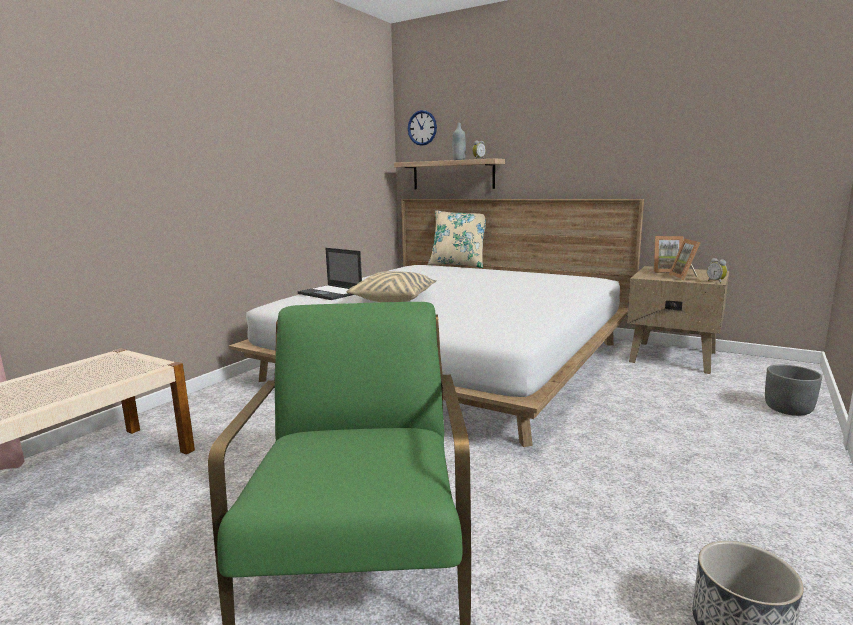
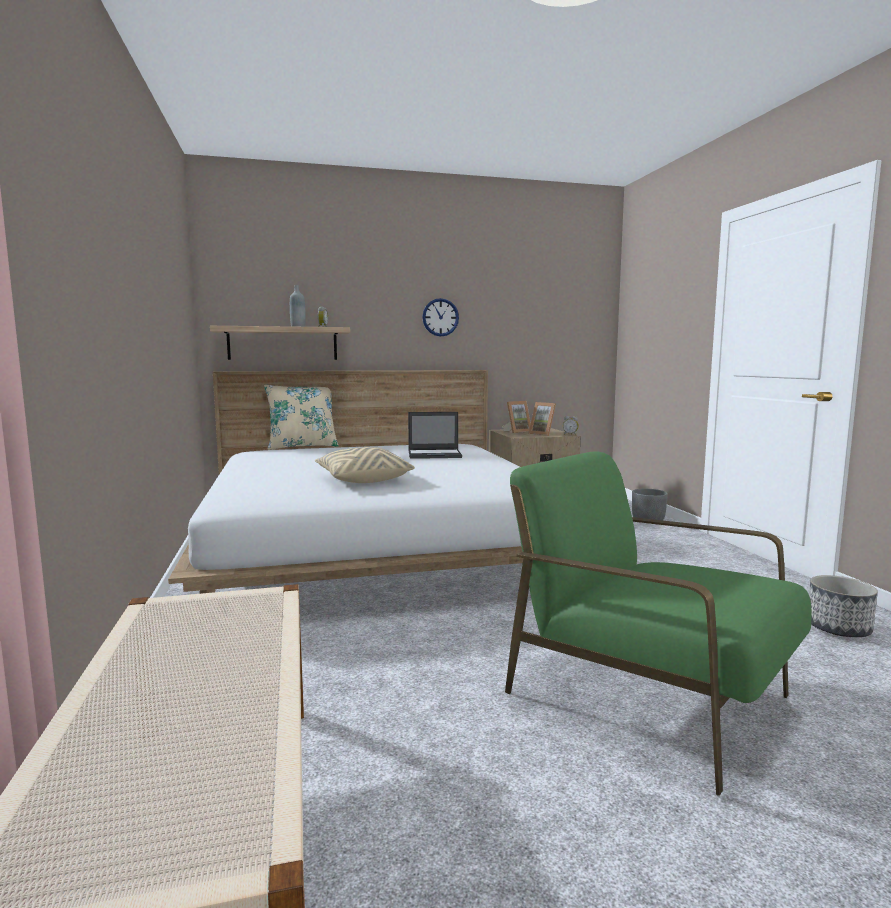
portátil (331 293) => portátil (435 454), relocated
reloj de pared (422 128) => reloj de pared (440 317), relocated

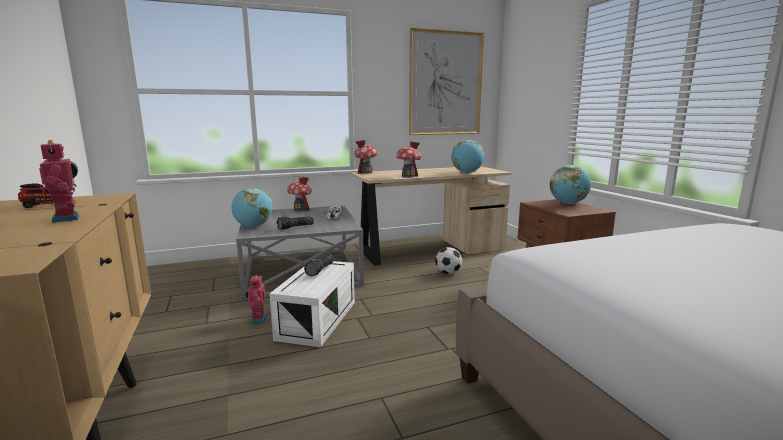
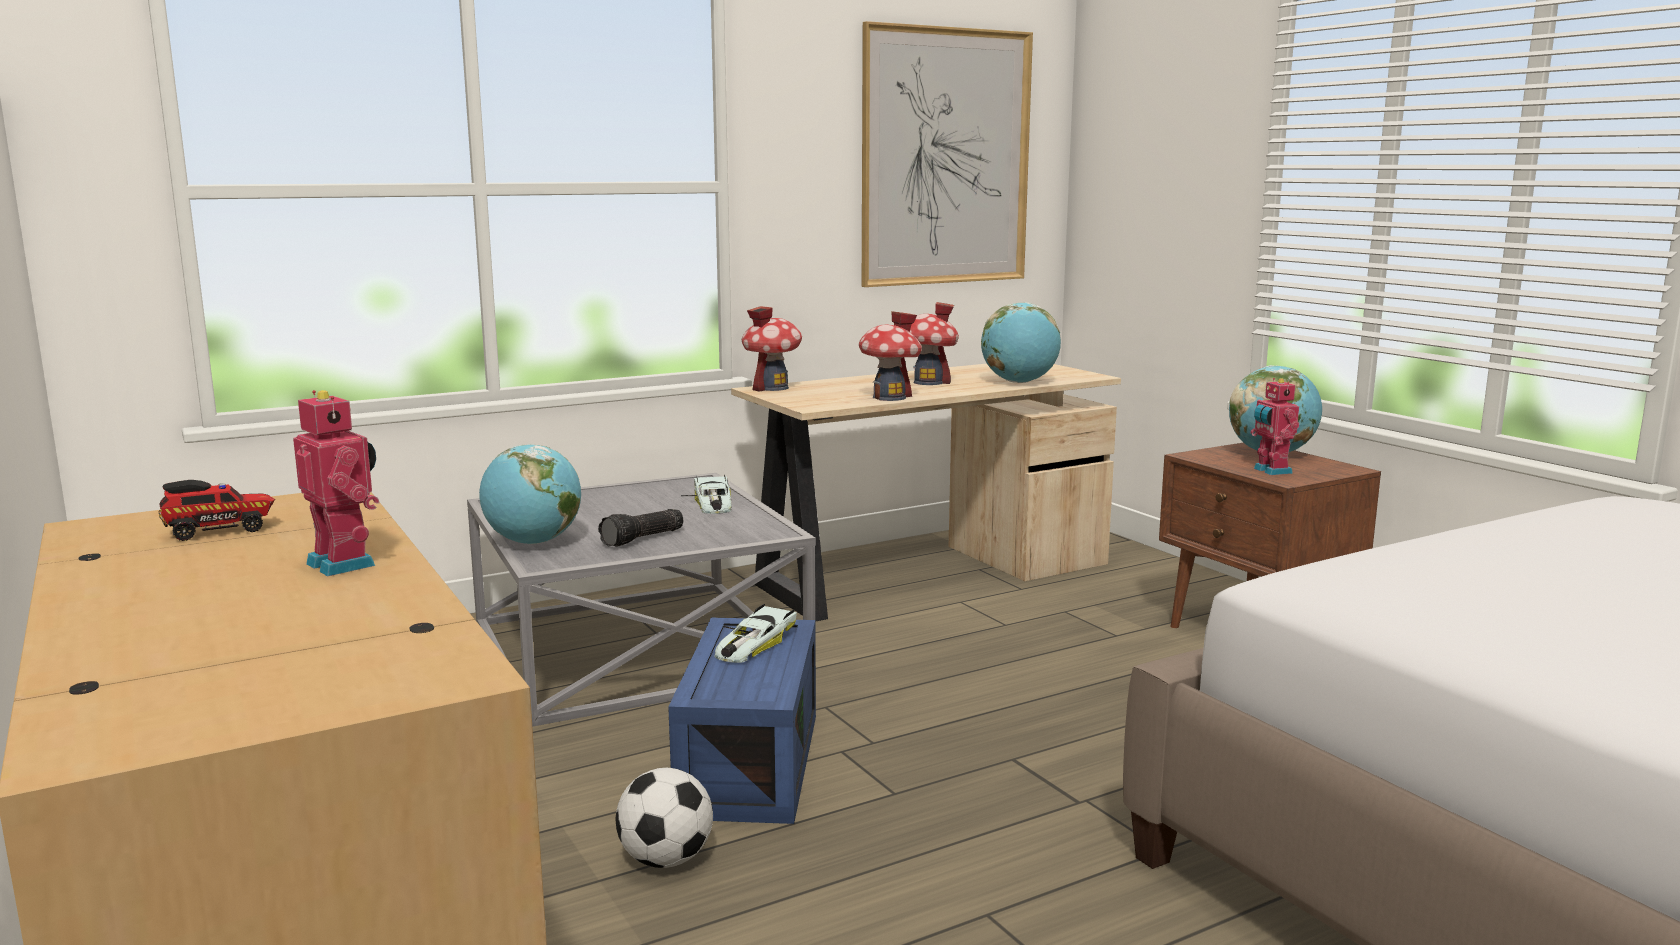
balón de fútbol (448 273) => balón de fútbol (666 860), relocated
caja de almacenaje/blanco (316 319) => caja de almacenaje/azul (747 762)
linterna (321 270) => coche de juguete (752 643)
casita (300 209) => casita (928 382), relocated
robot de juguete (257 319) => robot de juguete (1270 471), relocated

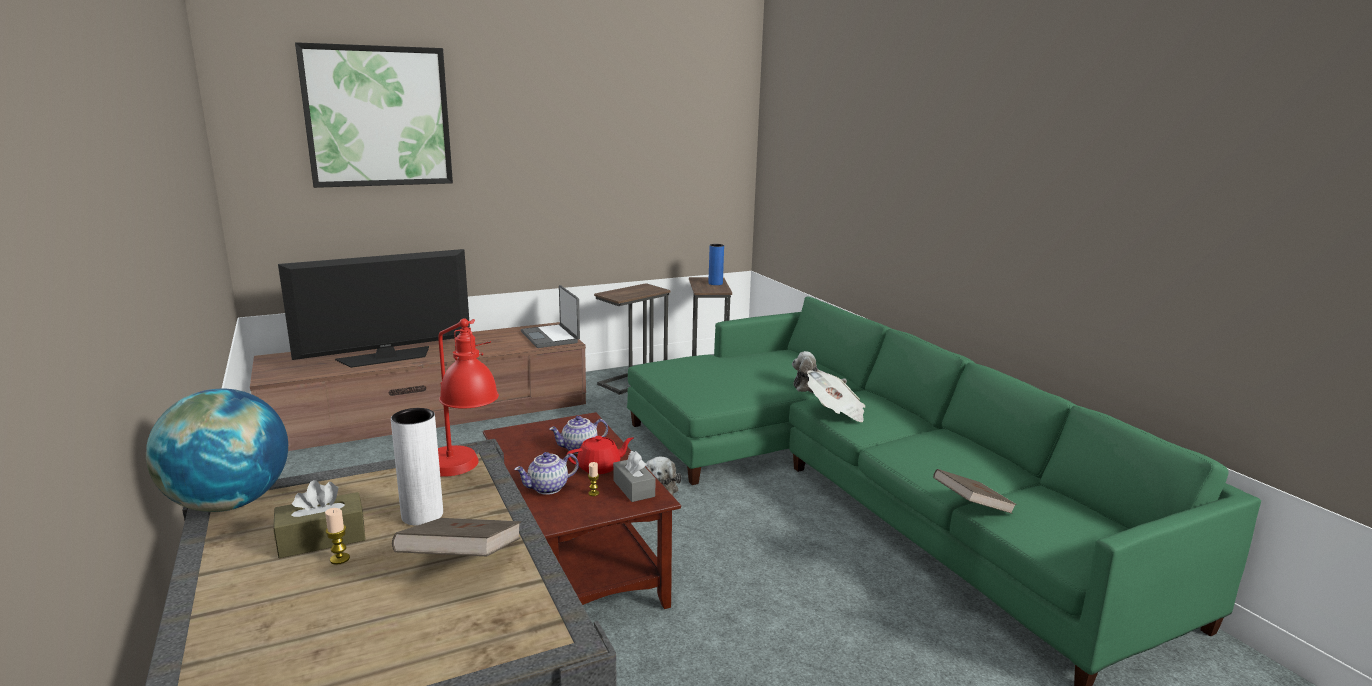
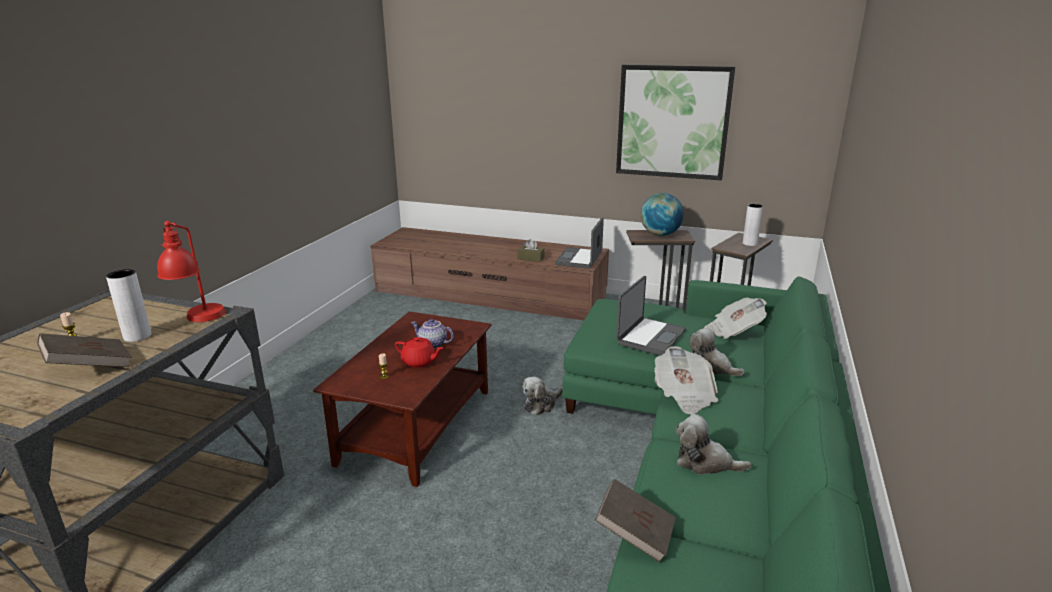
caja de pañuelos/marrón (322 539) => caja de pañuelos/marrón (531 258), relocated
cuadro (378 117) => cuadro (672 122), relocated
nothing => portátil (649 337)
globo terráqueo (230 503) => globo terráqueo (660 234), relocated
nothing => peluche (705 462)
nothing => periódico (733 331)
florero/azul (715 283) => florero/blanco (750 243)
televisor (386 357) => nothing
tetera (548 488) => nothing
caja de pañuelos/gris (634 488) => nothing

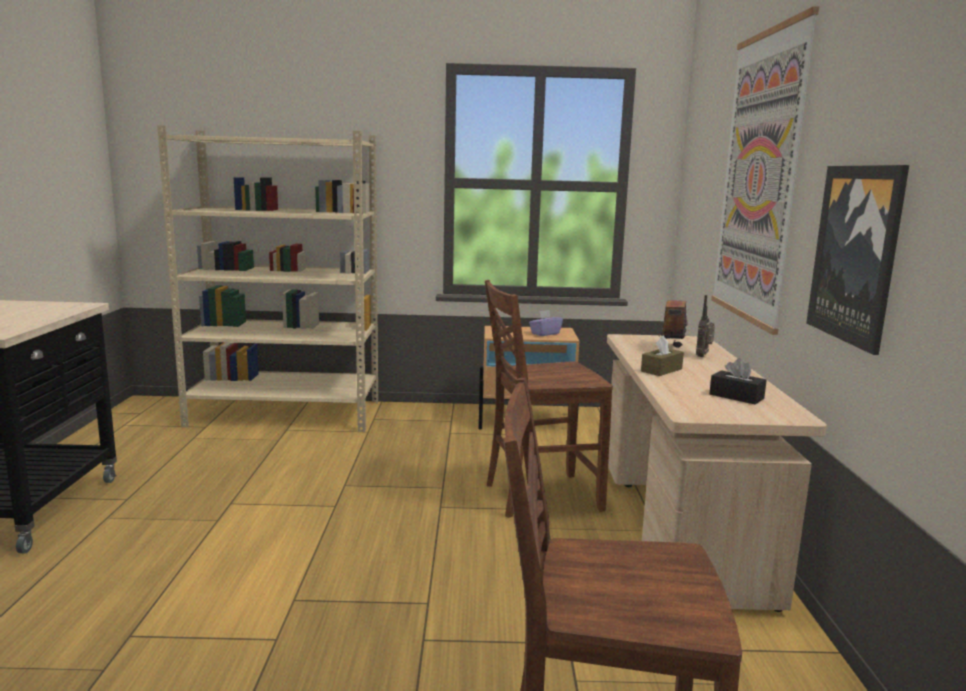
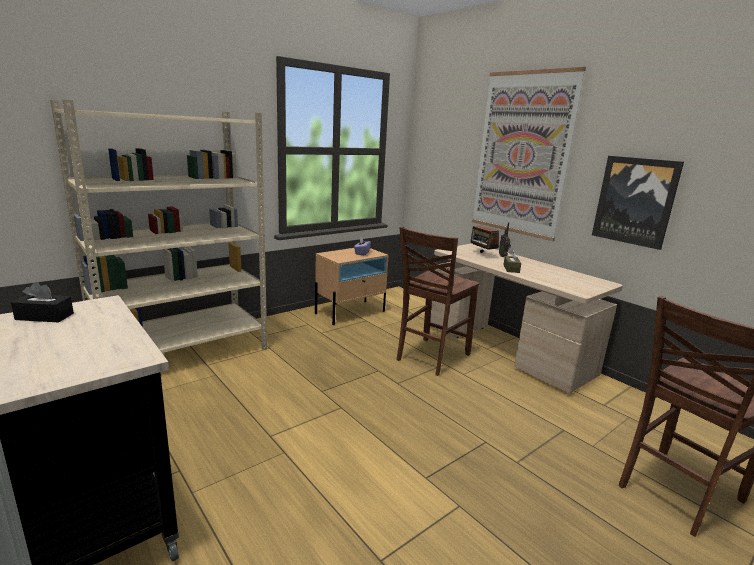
caja de pañuelos/negro (736 396) => caja de pañuelos/negro (44 316), relocated

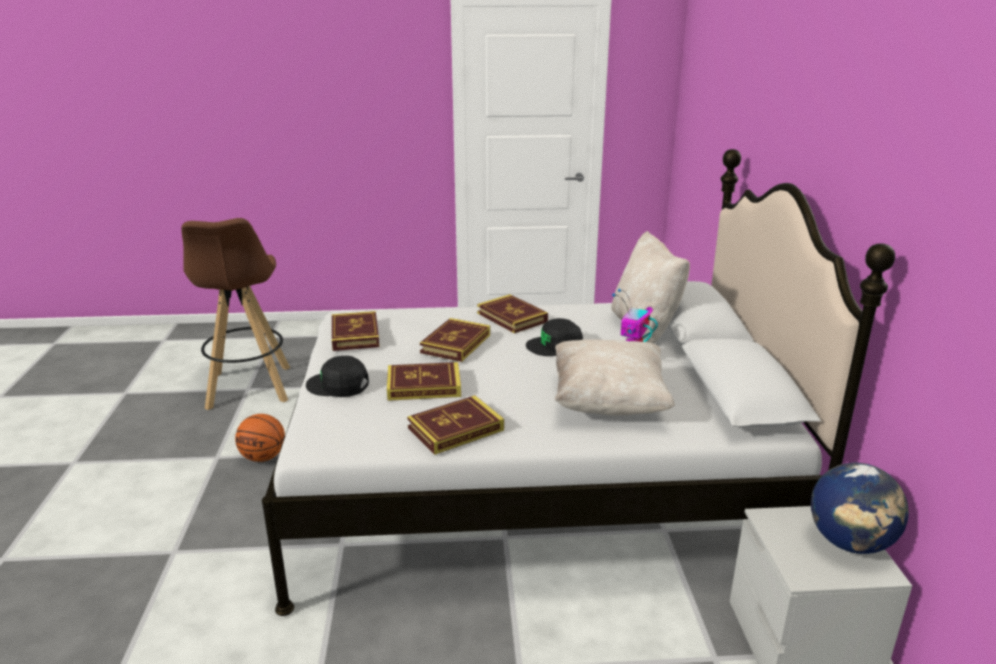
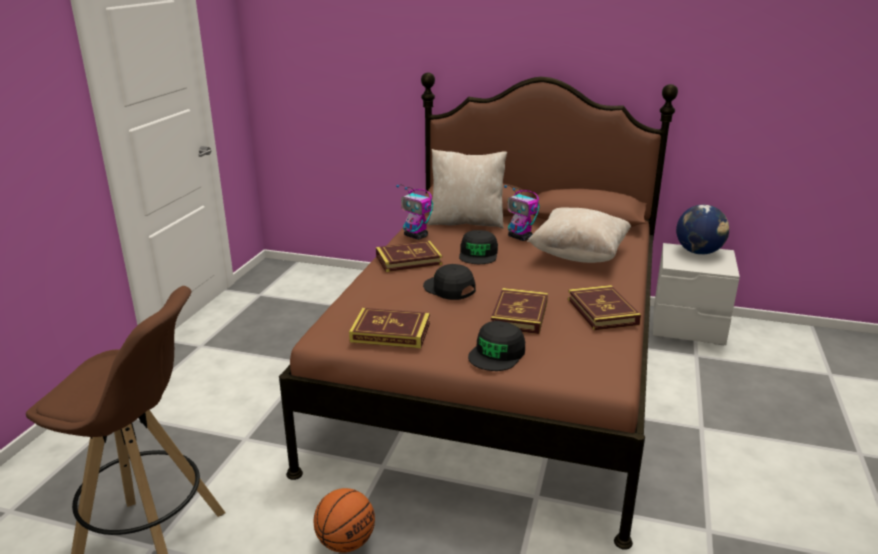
cama/blanco (534 488) => cama/marrón (500 377)
nothing => robot de juguete (416 236)
libro (456 344) => gorra/negro (449 288)

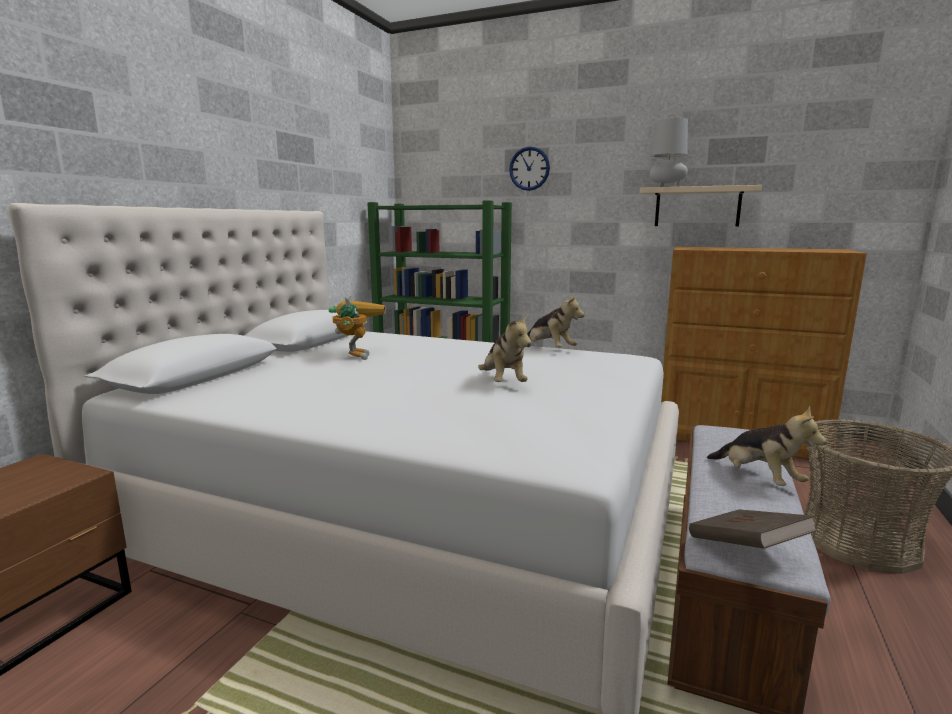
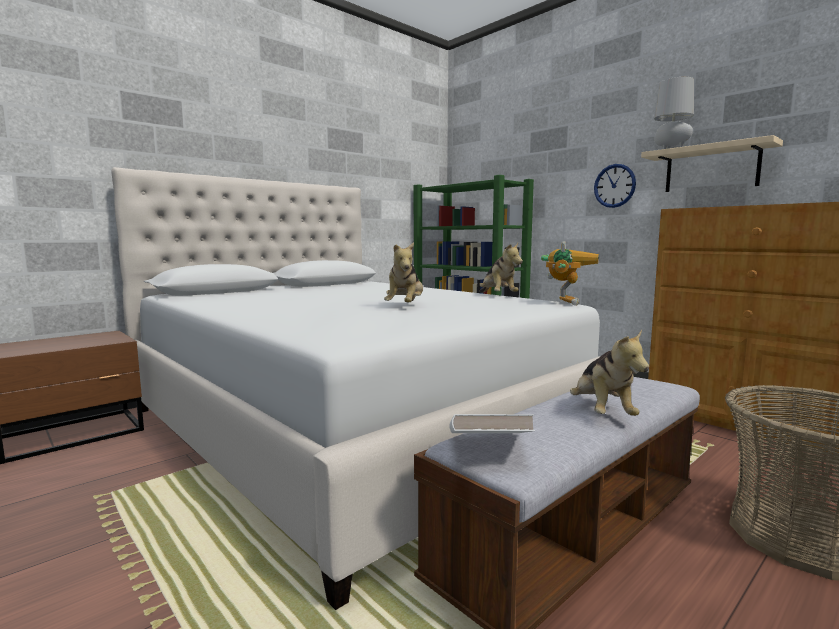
libro/marrón (746 549) => libro/blanco (487 449)
robot de juguete (355 354) => robot de juguete (564 302), relocated
reloj de pared (529 168) => reloj de pared (614 186), relocated

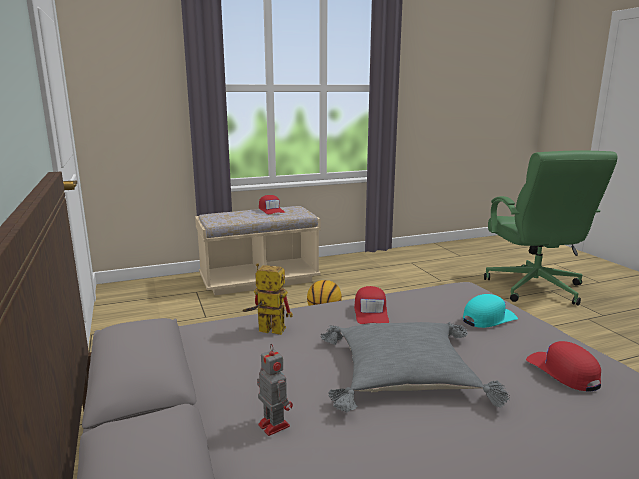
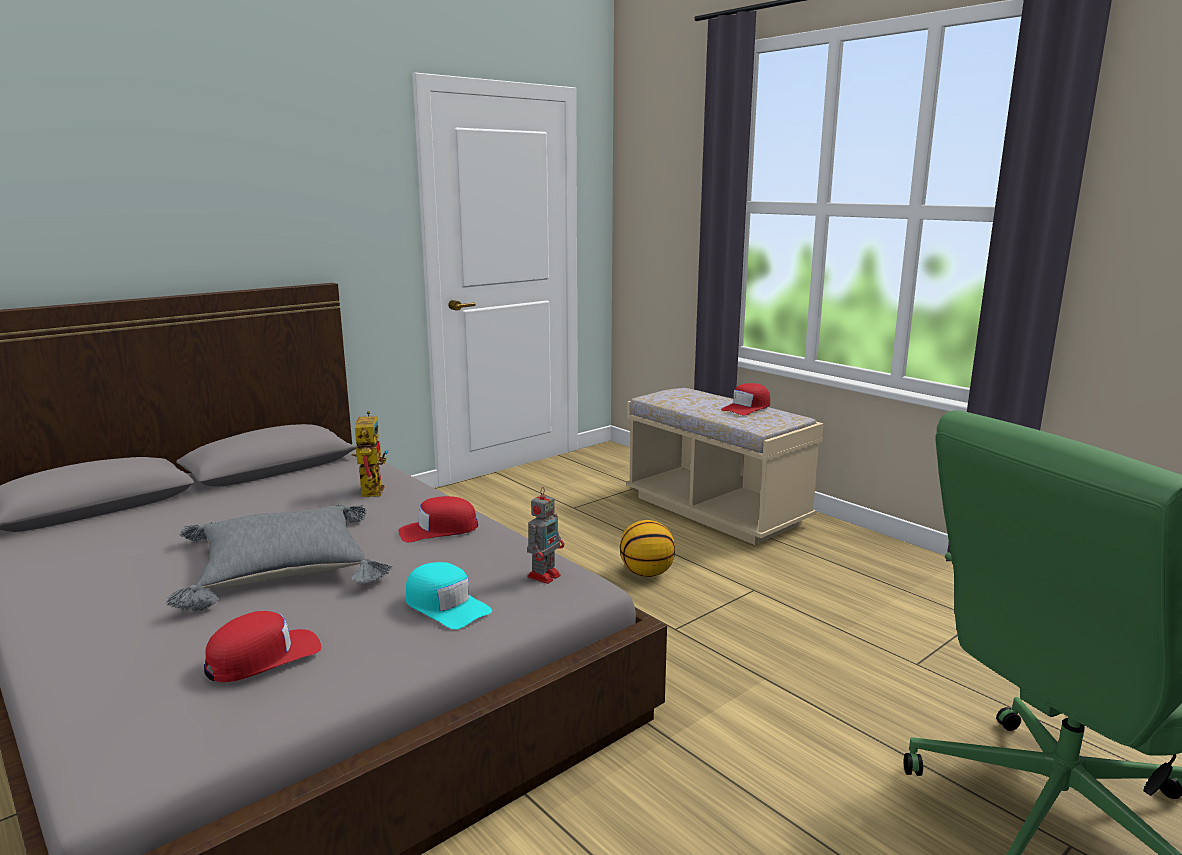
robot de juguete (273 424) => robot de juguete (545 575), relocated

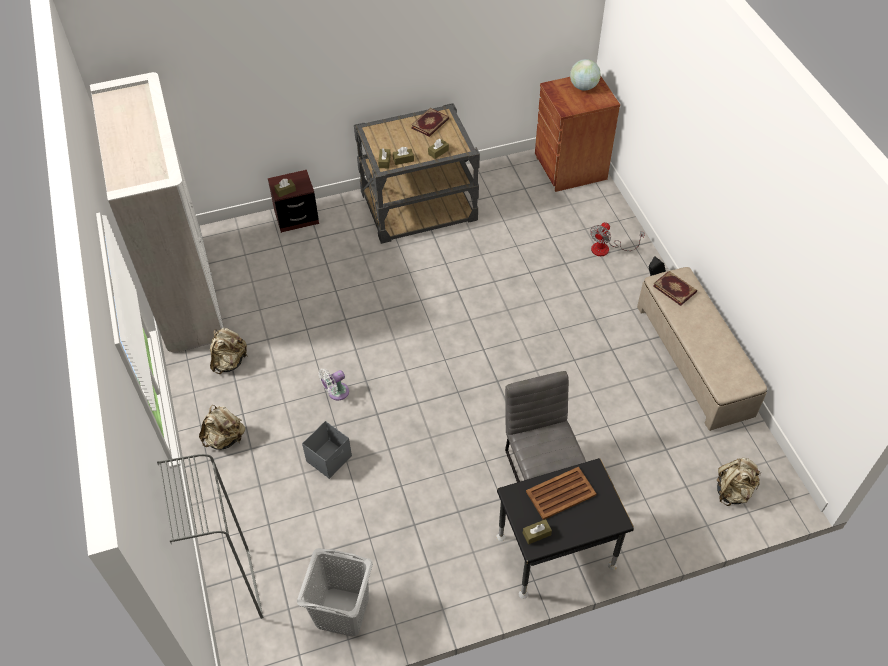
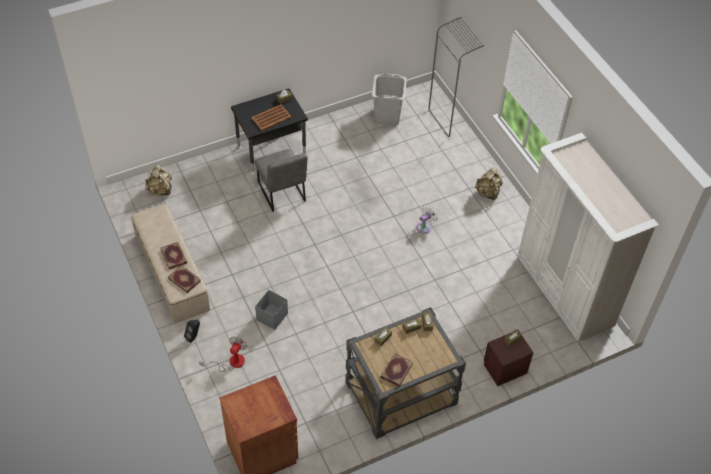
nothing => libro (174 256)
caja de almacenaje/gris (329 458) => caja de almacenaje/gris (271 317), relocated
mochila/beis (230 362) => nothing
globo terráqueo (583 87) => nothing

